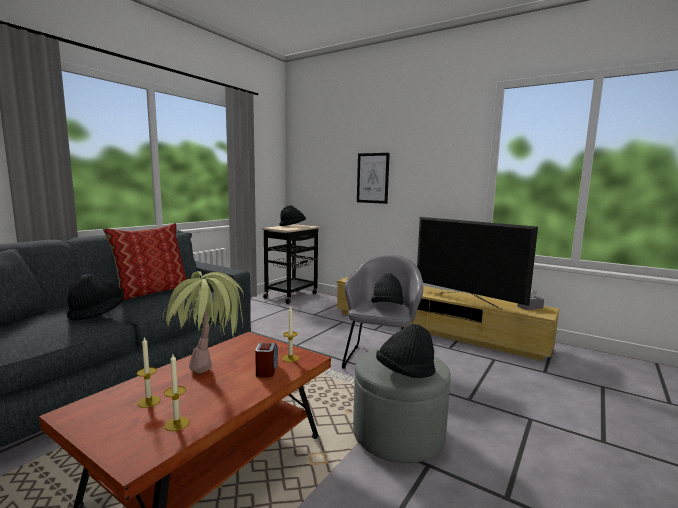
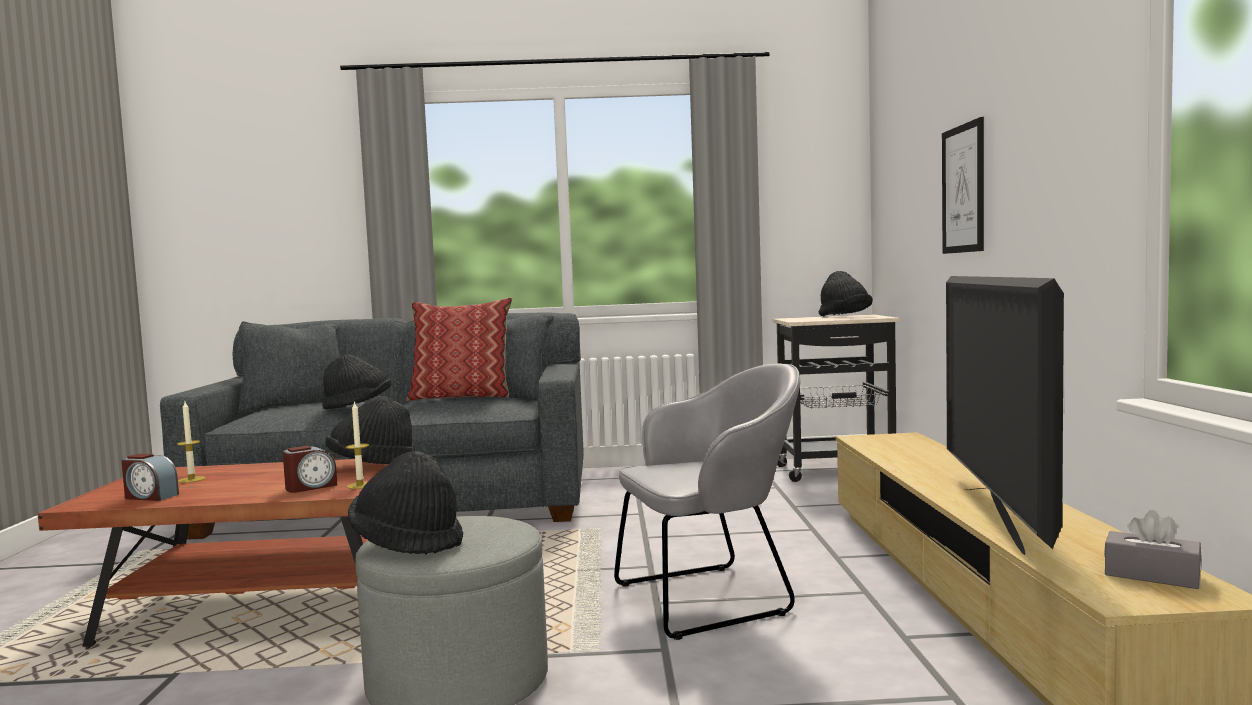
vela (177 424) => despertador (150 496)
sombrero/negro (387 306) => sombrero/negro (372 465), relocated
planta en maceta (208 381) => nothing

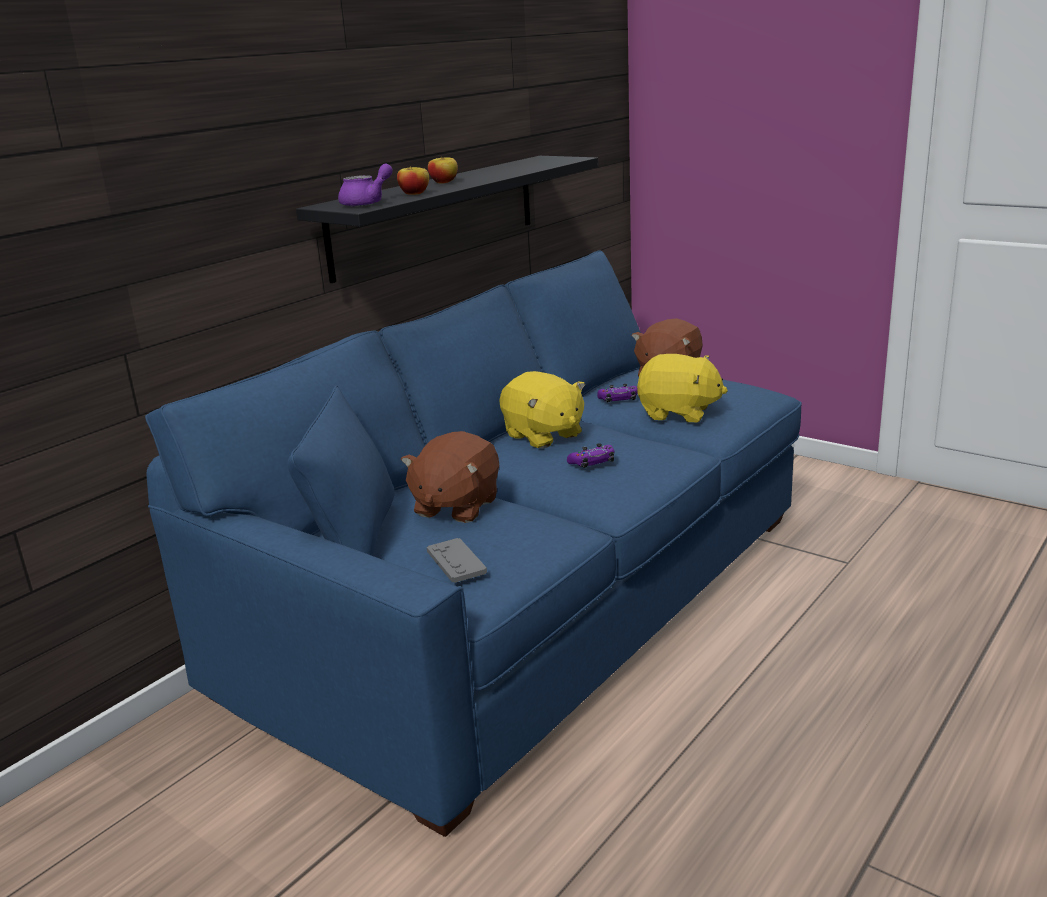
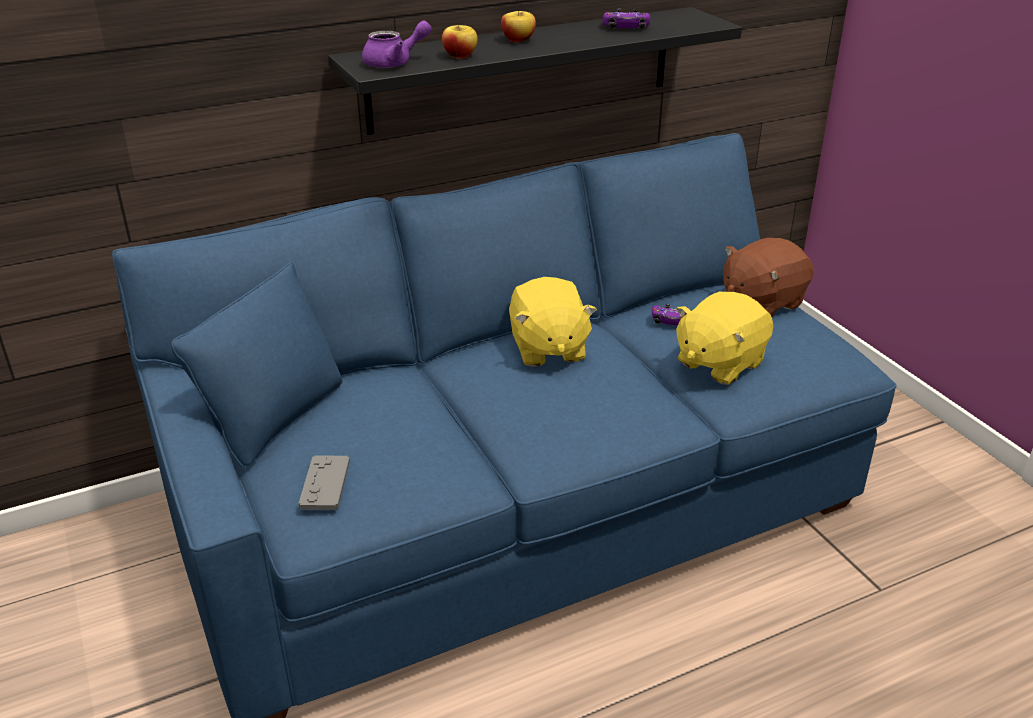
mando de consola/morado (592 462) => mando de consola/morado (626 27), relocated
peluche/amarillo (679 413) => peluche/amarillo (719 363), 90 degrees clockwise
peluche/marrón (455 506) => nothing

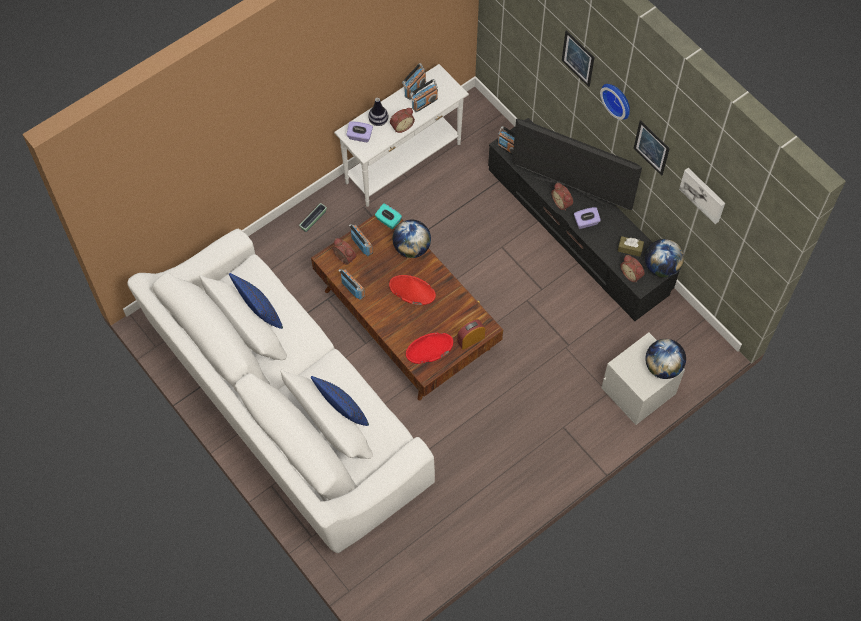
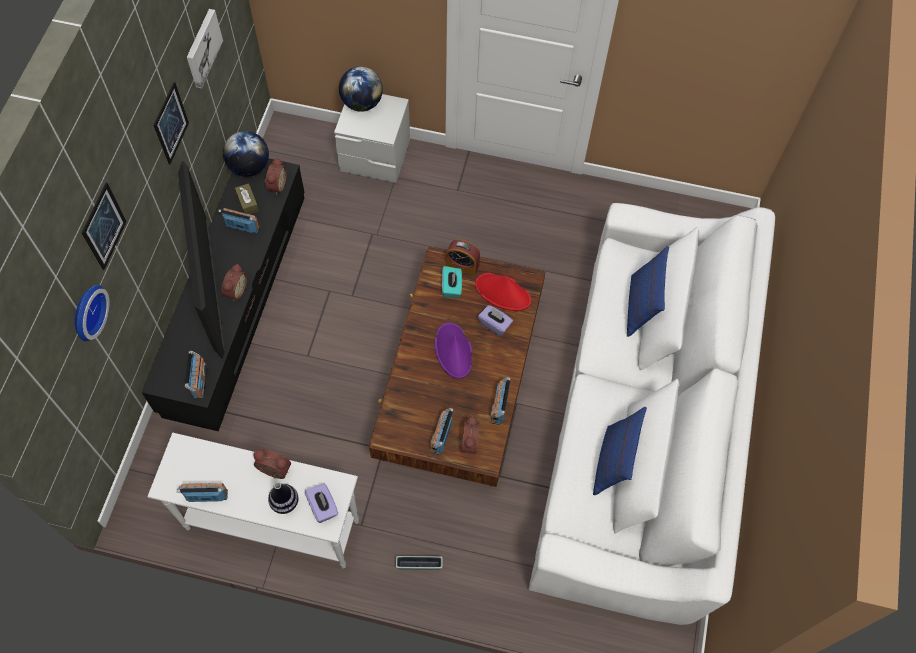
reloj de pared (618 99) => reloj de pared (86 311), relocated
radio (424 103) => radio (242 227), relocated
sombrero/rojo (412 290) => sombrero/morado (453 351)
caja de pañuelos/turquesa (388 221) => caja de pañuelos/turquesa (451 287), relocated
caja de pañuelos/morado (586 222) => caja de pañuelos/morado (495 324), relocated
globo terráqueo (412 248) => nothing

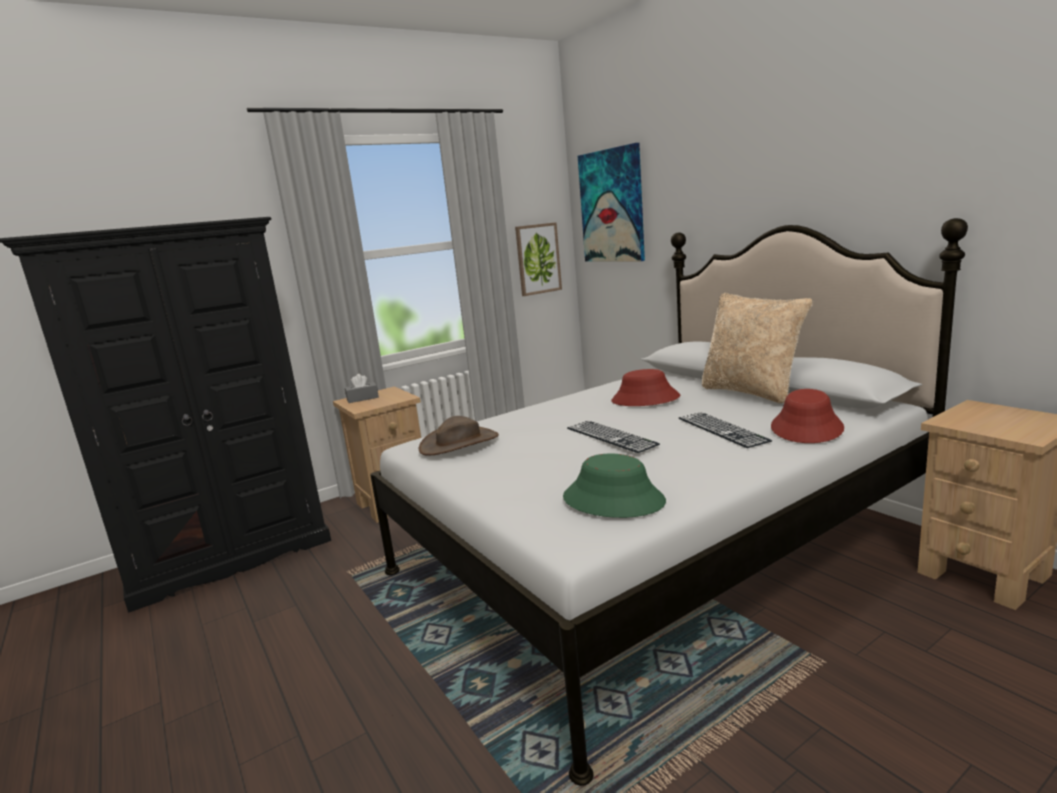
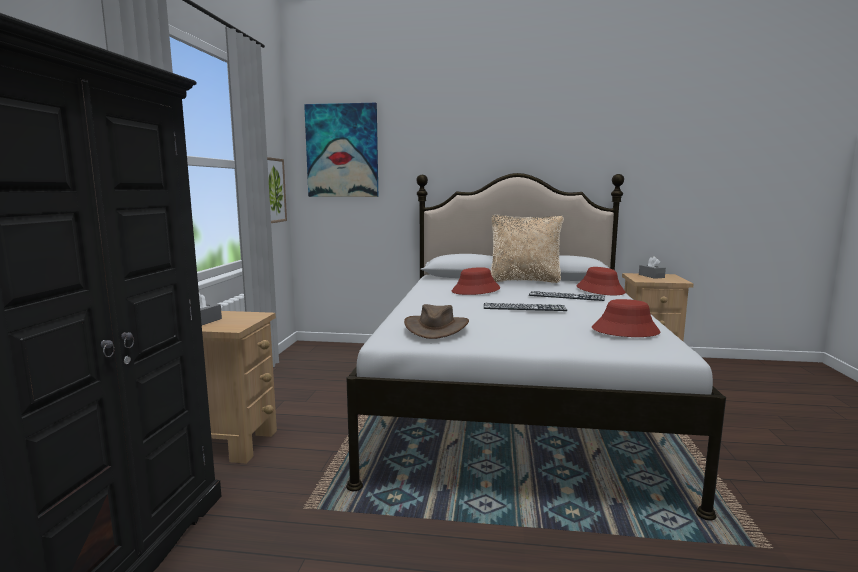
sombrero/verde (613 500) => sombrero/rojo (625 331)
nothing => caja de pañuelos/gris (651 276)

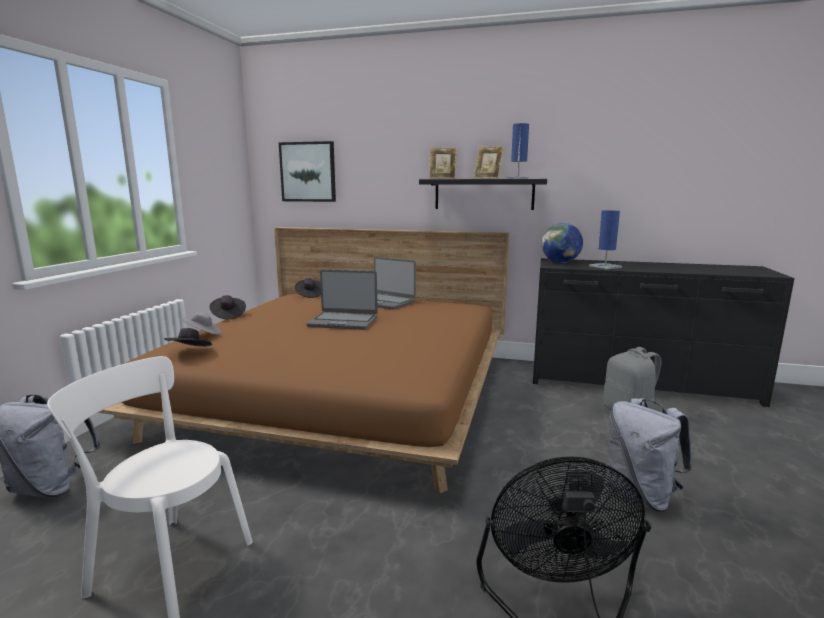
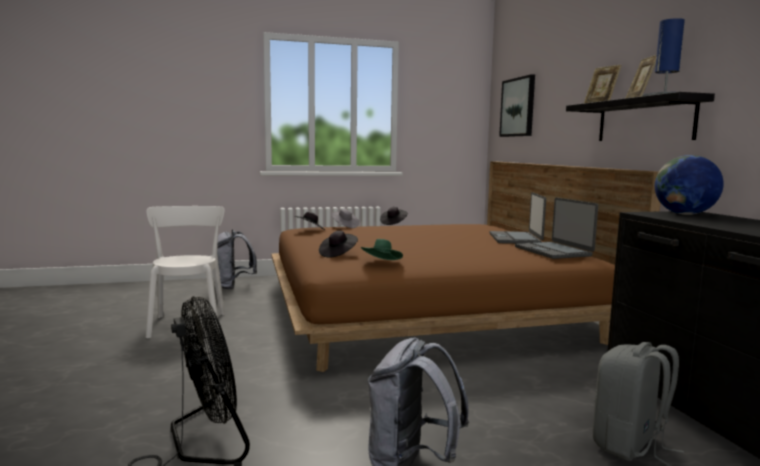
sombrero/negro (309 295) => sombrero/negro (338 254), relocated
nothing => sombrero/verde (381 263)
portátil (343 322) => portátil (553 251), relocated
lámpara de mesa/azul (605 266) => nothing

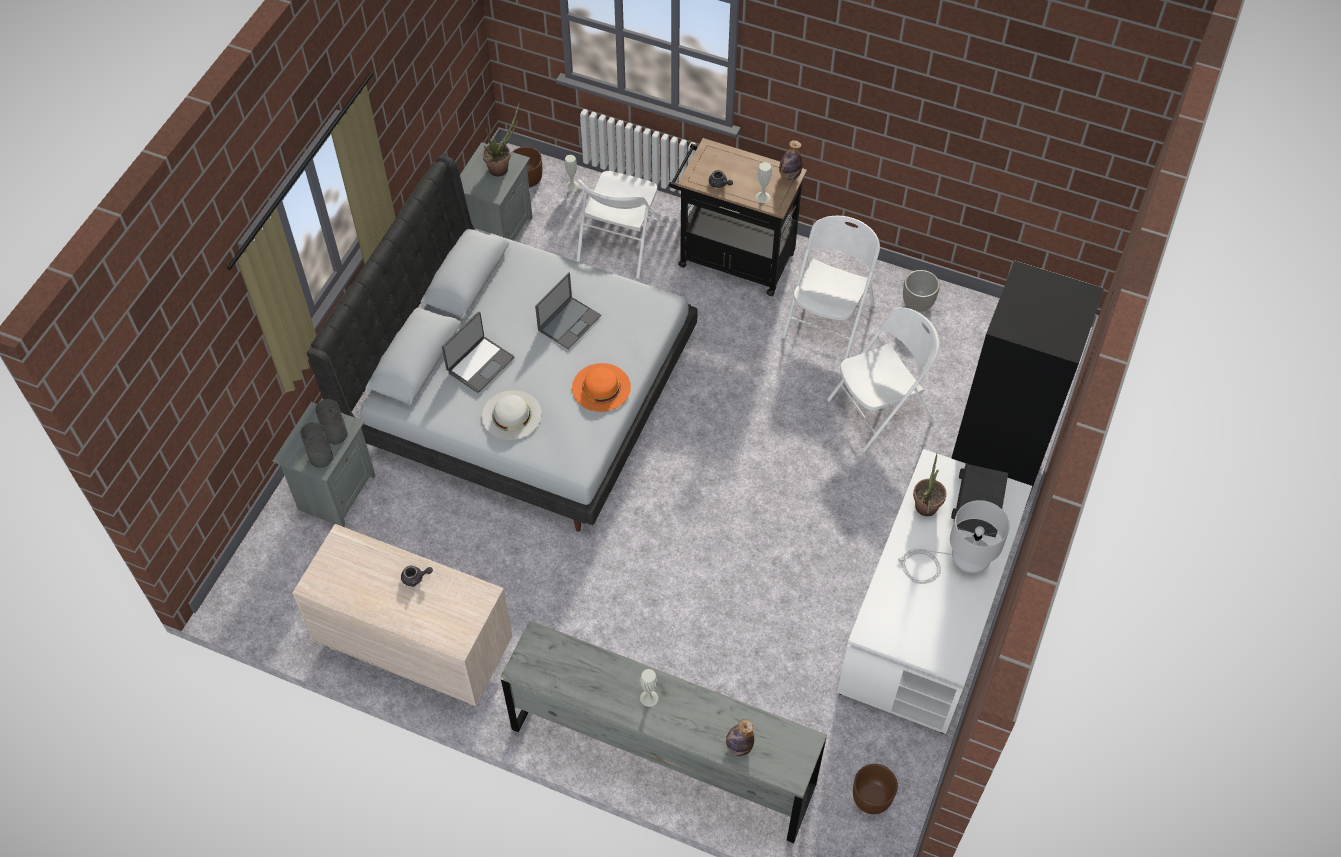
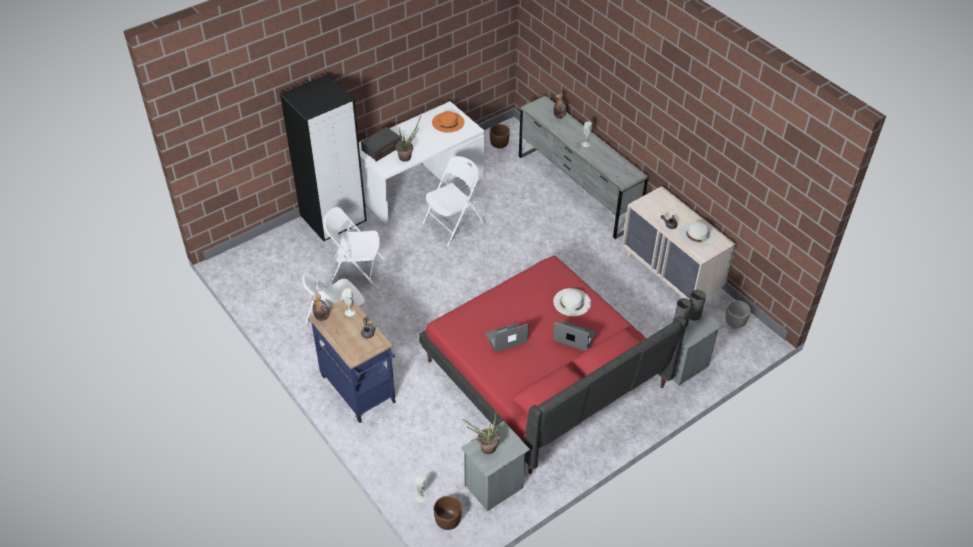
carrito/negro (733 260) => carrito/azul (359 391)
cama/gris (520 389) => cama/rojo (544 373)
silla/blanco (620 243) => silla/blanco (453 224), relocated
sombrero/naranja (601 387) => sombrero/naranja (448 122), relocated
portátil (480 364) => portátil (574 338), 45 degrees clockwise
nothing => sombrero/blanco (698 234)
maceta (917 304) => maceta (734 323), relocated
lámpara de mesa/blanco (950 563) => nothing

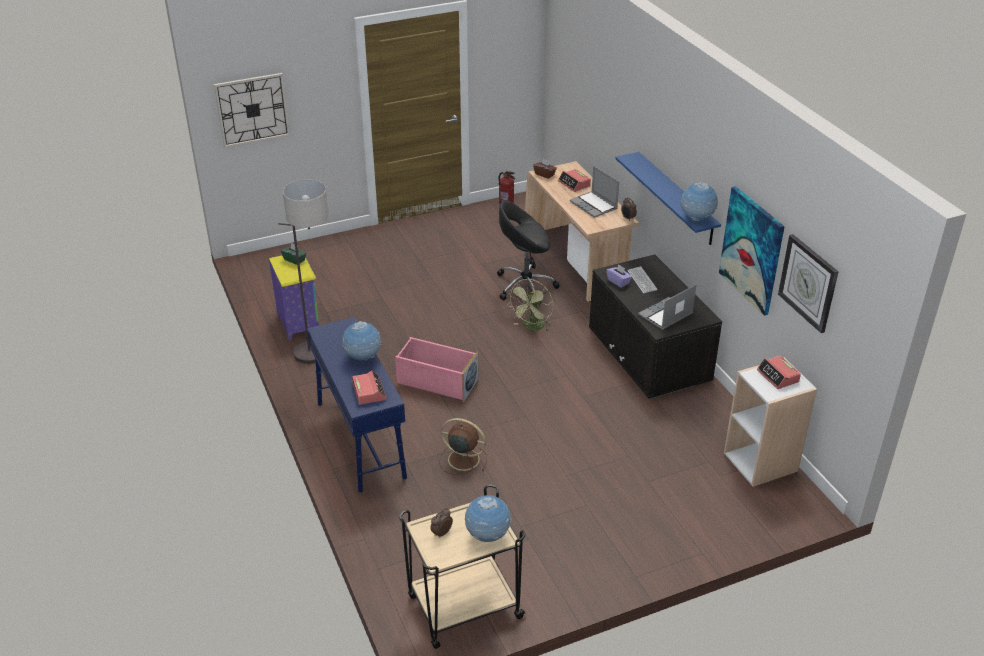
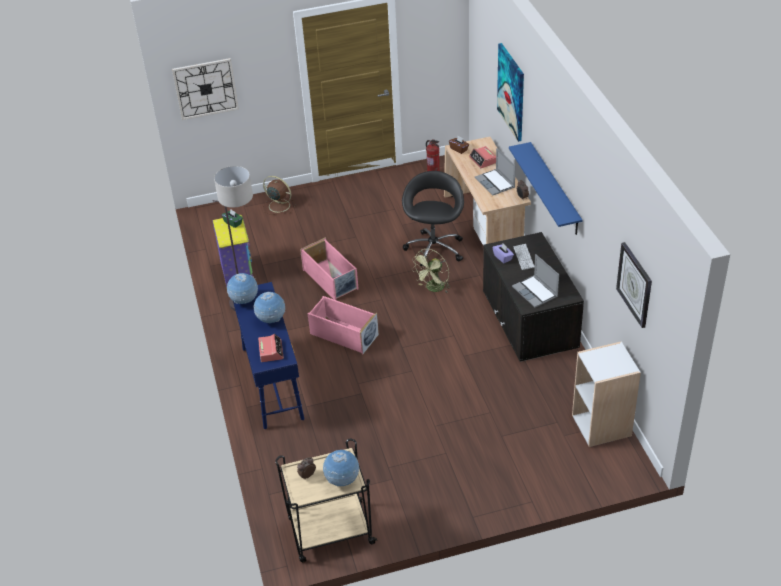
globo terráqueo (696 219) => globo terráqueo (244 301), relocated
ventilador/marrón (462 459) => ventilador/marrón (278 205), relocated
nothing => caja de almacenaje/rosa (331 279)
silla de oficina/negro (524 286) => silla de oficina/negro (434 248), 105 degrees clockwise
cuadro (751 250) => cuadro (511 92), relocated
portátil (665 315) => portátil (535 292), 90 degrees counterclockwise
despertador (778 376) => nothing

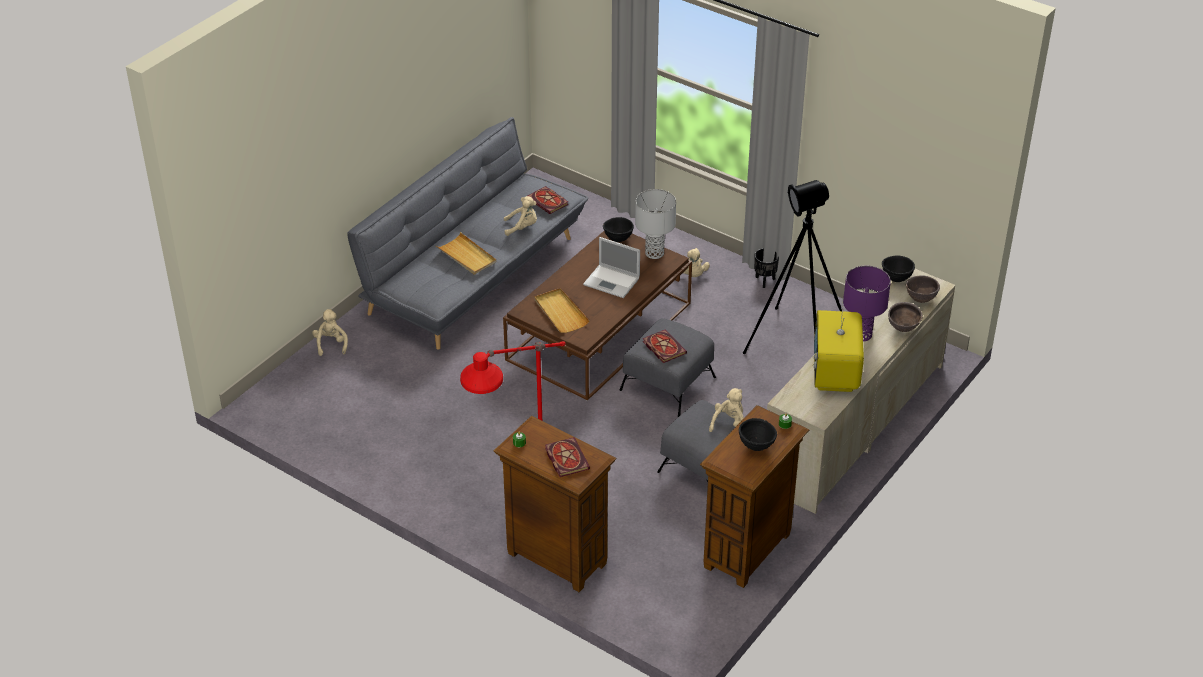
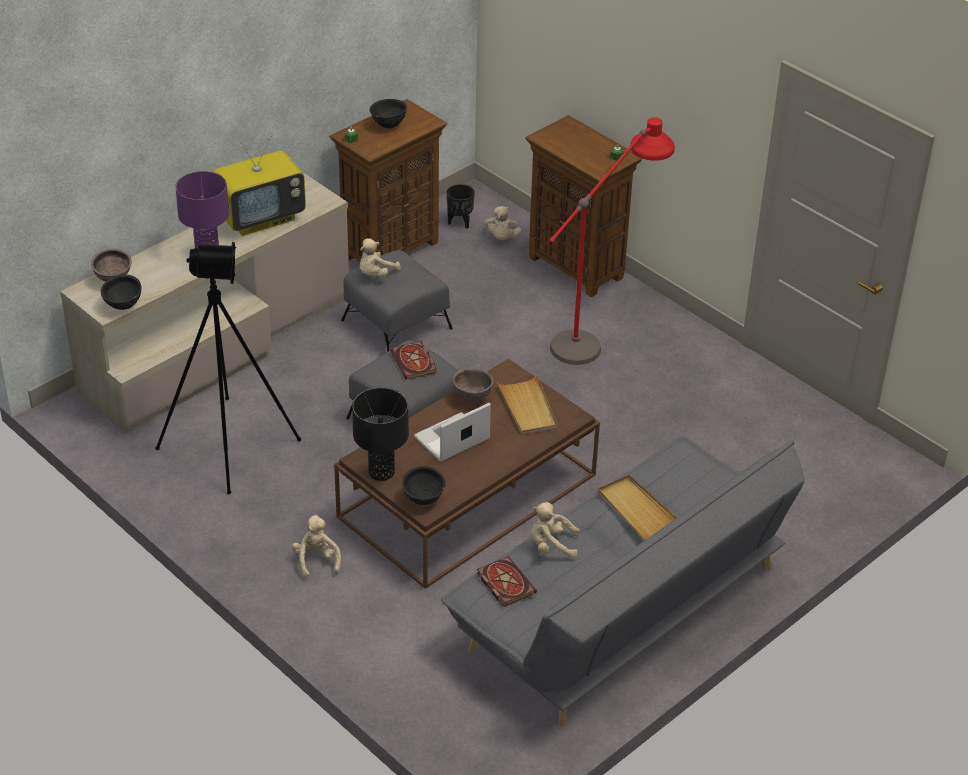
televisor (835 374) => televisor (261 218), 45 degrees clockwise
lámpara de mesa/blanco (655 253) => lámpara de mesa/negro (381 472)
portátil (612 281) => portátil (450 439), 75 degrees counterclockwise
maceta/negro (764 281) => maceta/negro (460 222), relocated
cuenco/marrón (903 329) => cuenco/marrón (472 398), relocated
peluche/beis (331 344) => peluche/beis (502 238), relocated
libro (565 458) => nothing

